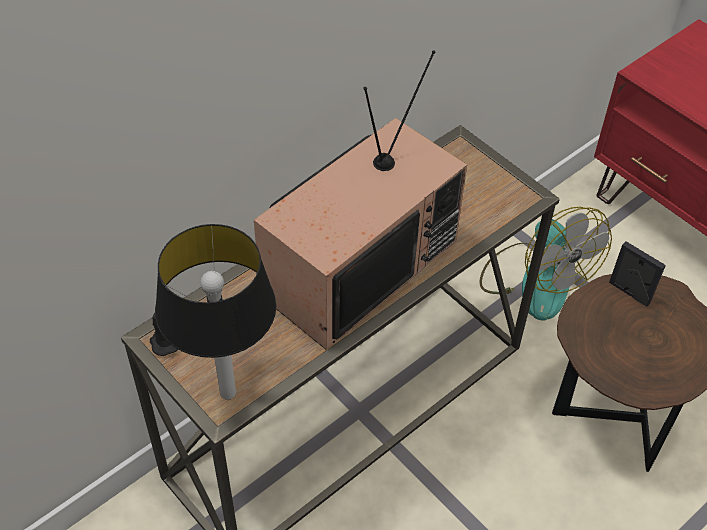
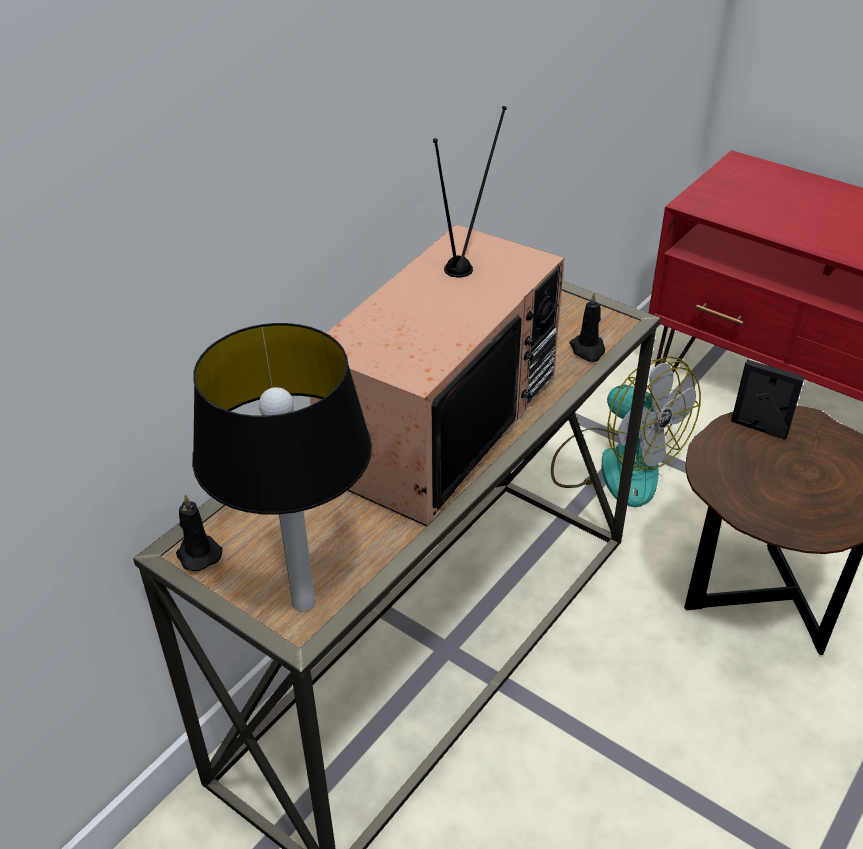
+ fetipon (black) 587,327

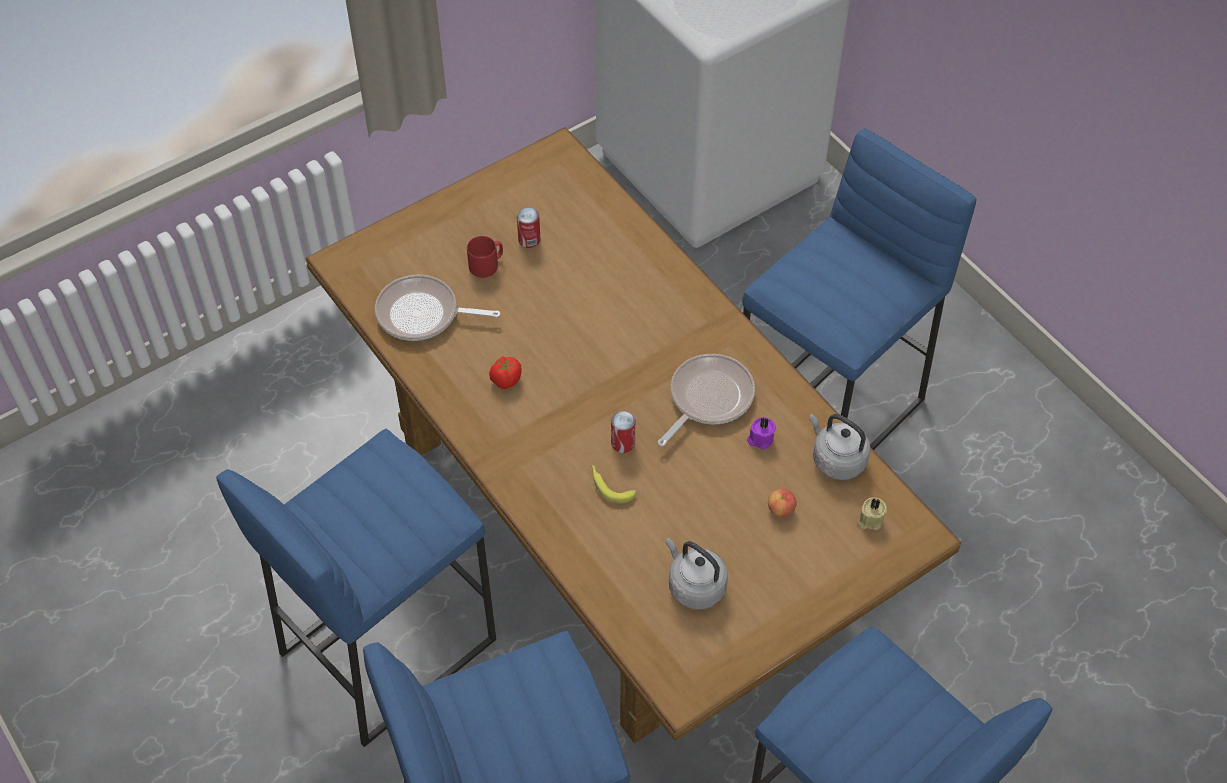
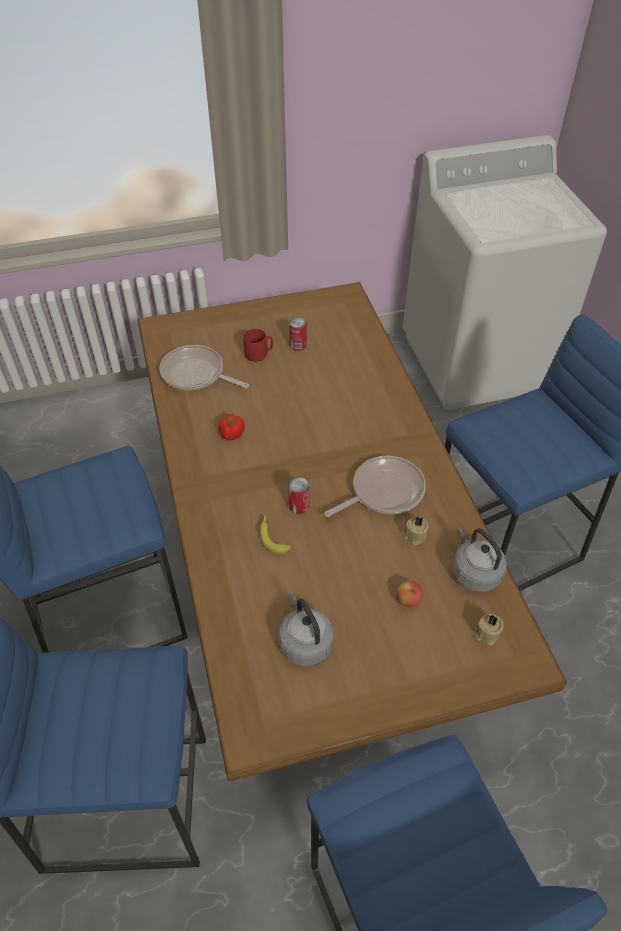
~ fetipon (purple) 761,433 to fetipon (beige) 416,530

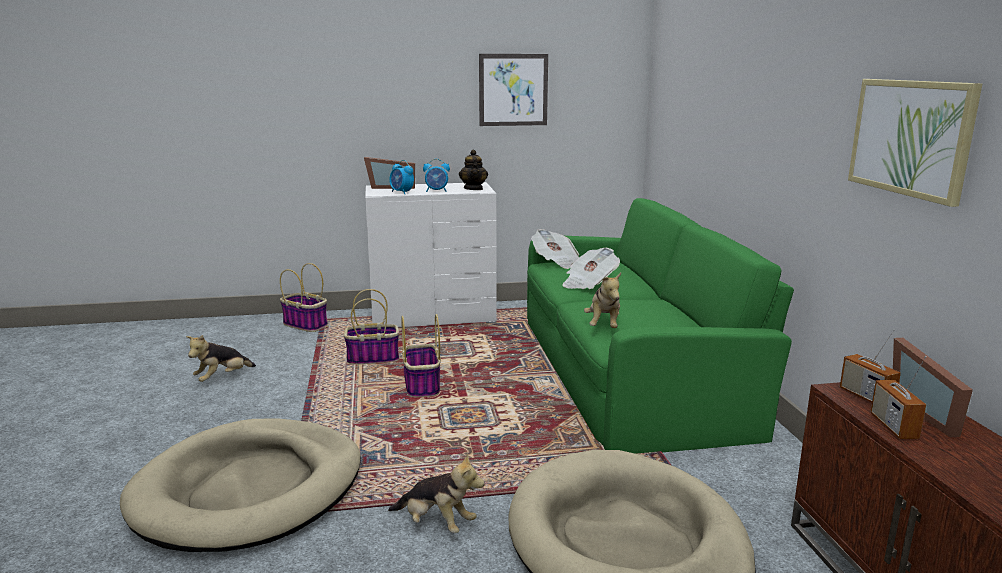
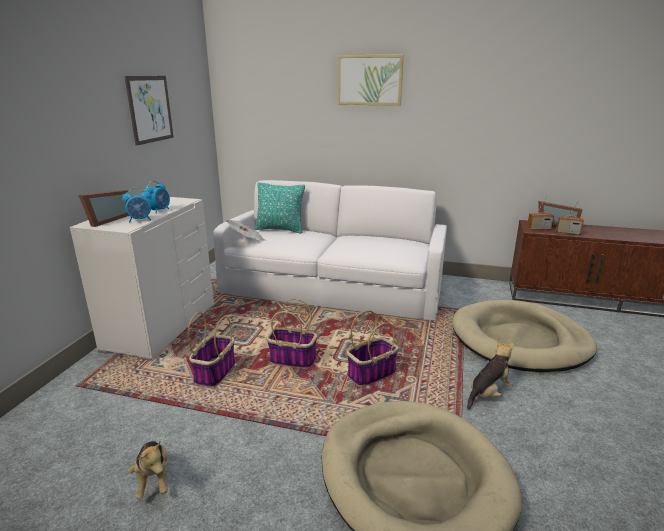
~ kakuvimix 304,297 to 373,348
- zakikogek 473,170
~ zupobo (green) 660,326 to zupobo (white) 330,250
- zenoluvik 591,268
- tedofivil 602,300
~ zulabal 915,143 to 370,80
+ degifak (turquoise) 279,208

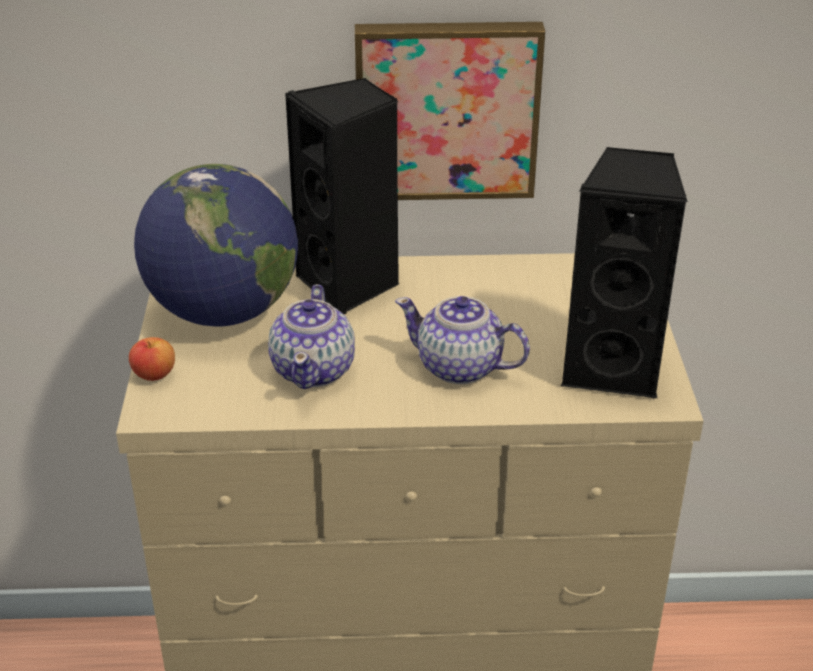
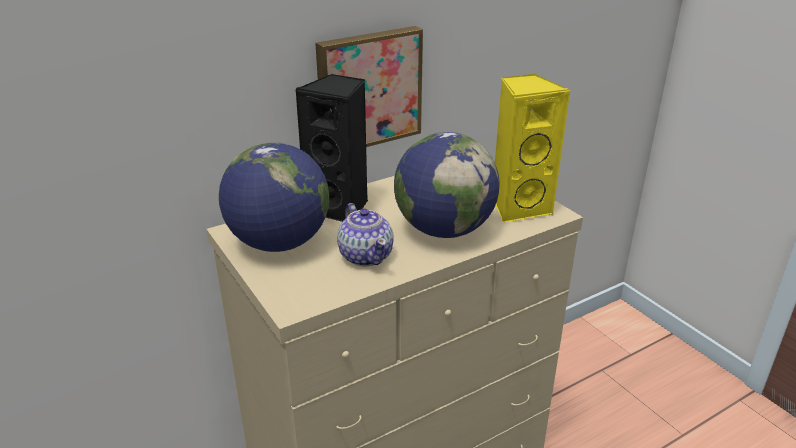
- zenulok 152,359
~ zakikogek 462,340 to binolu 447,185
~ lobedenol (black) 624,272 to lobedenol (yellow) 532,148

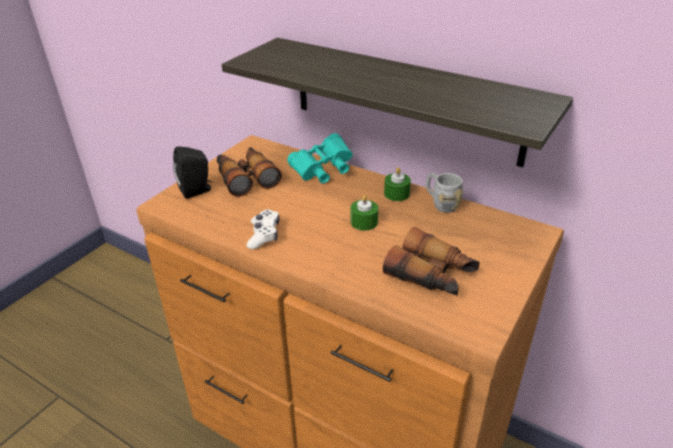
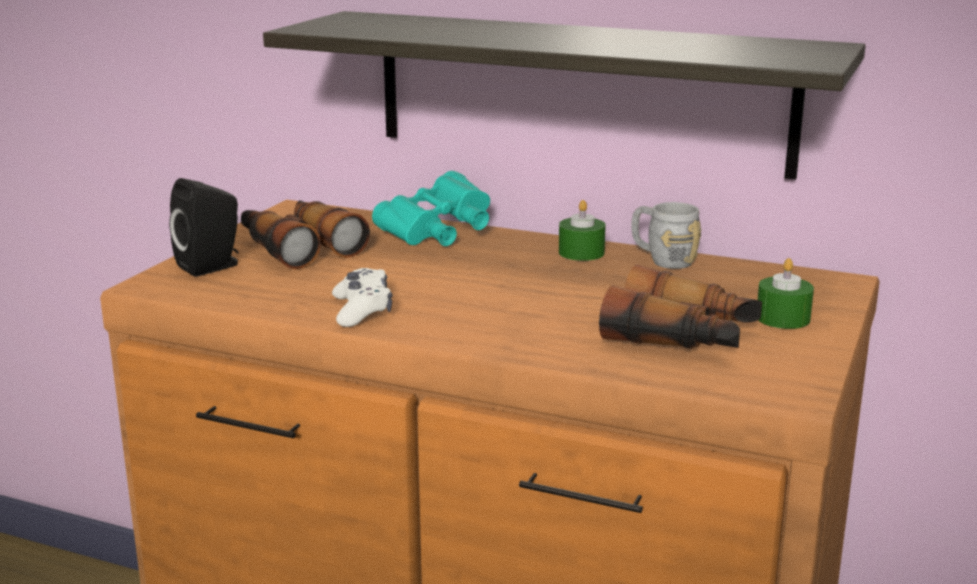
~ fetipon (green) 364,213 to 786,293

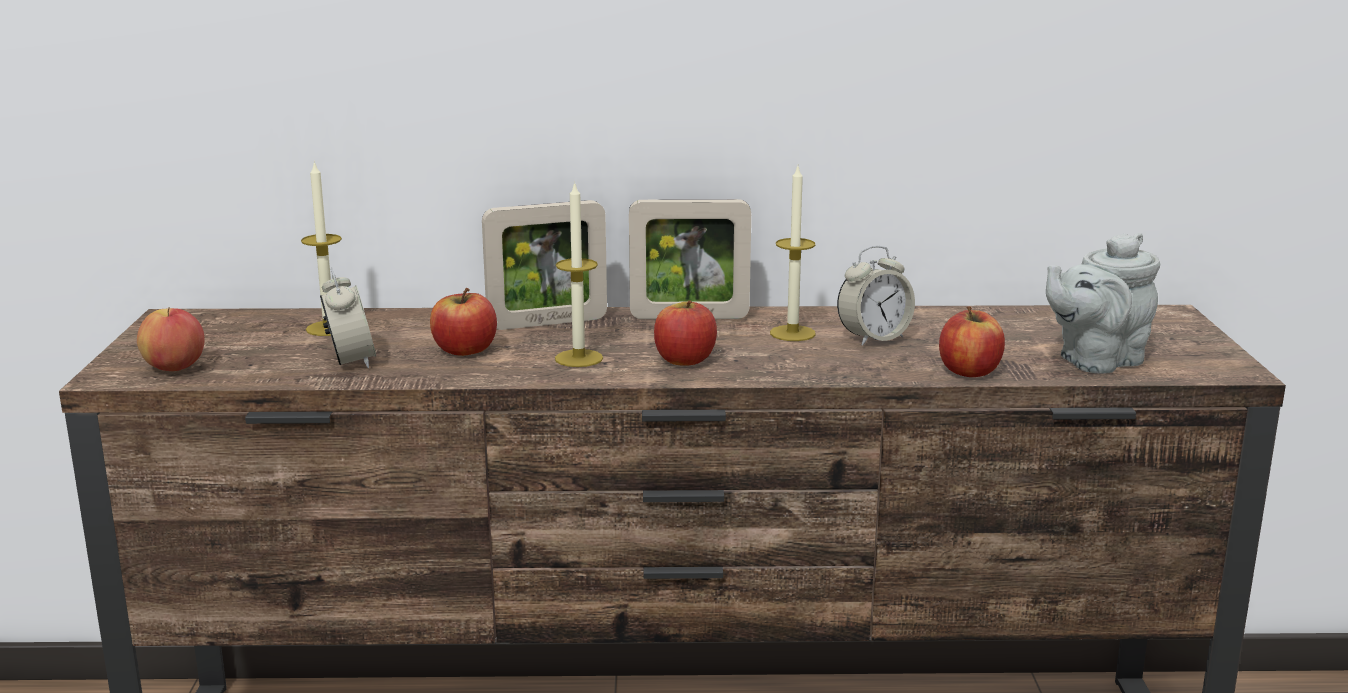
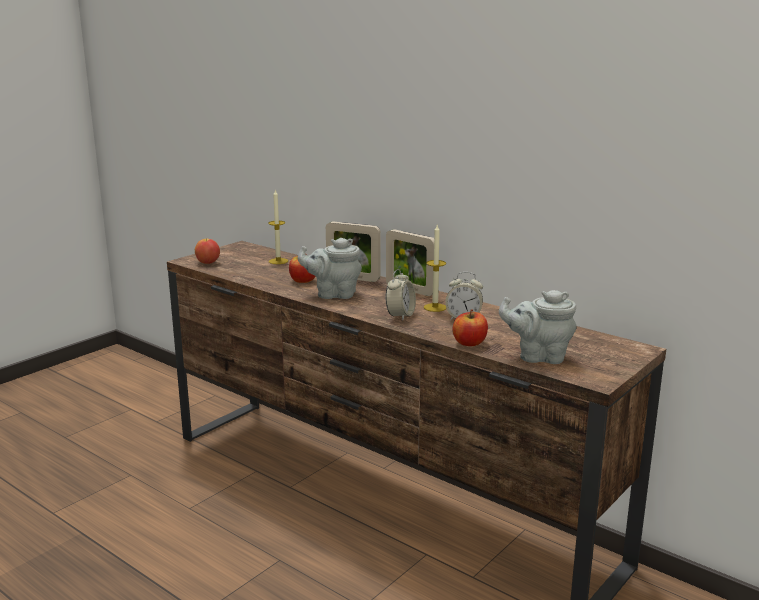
~ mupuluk 348,317 to 401,295
~ fetipon 579,274 to zakikogek (grey) 330,268
- zenulok 685,333

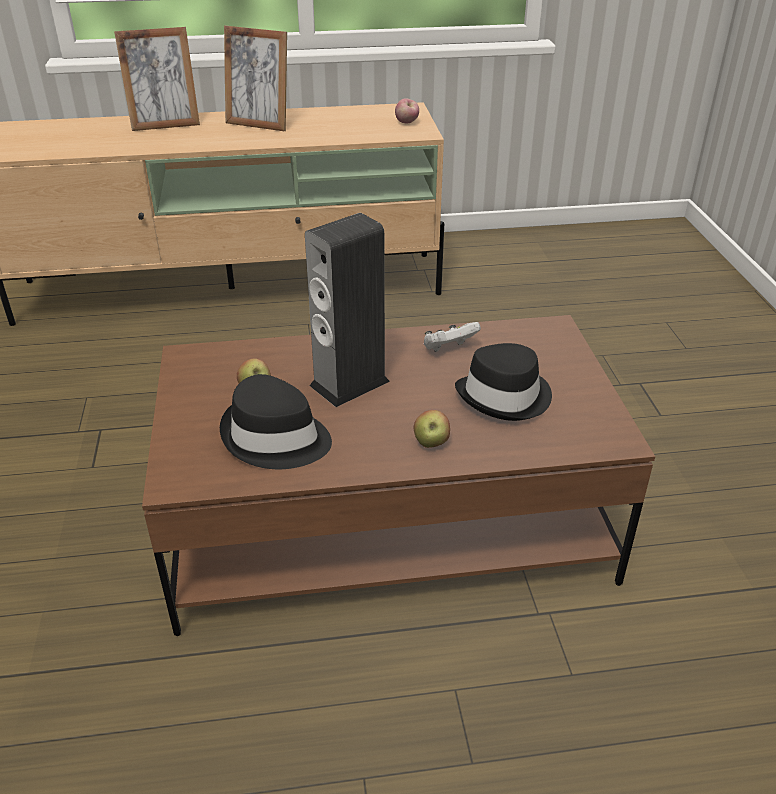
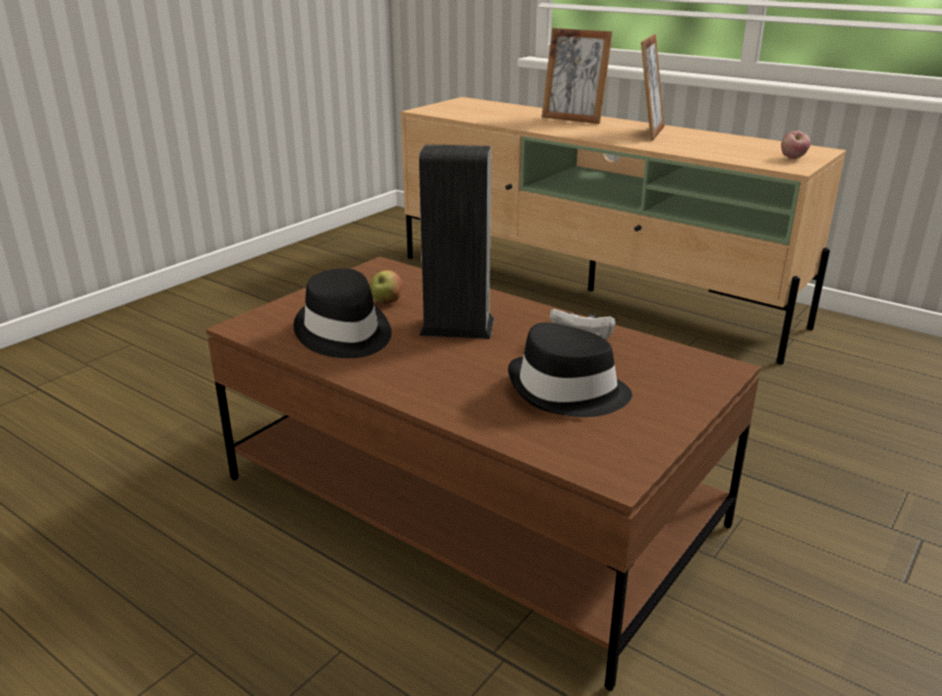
~ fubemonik 255,78 = 653,87 135 degrees counterclockwise
- zenulok 432,429

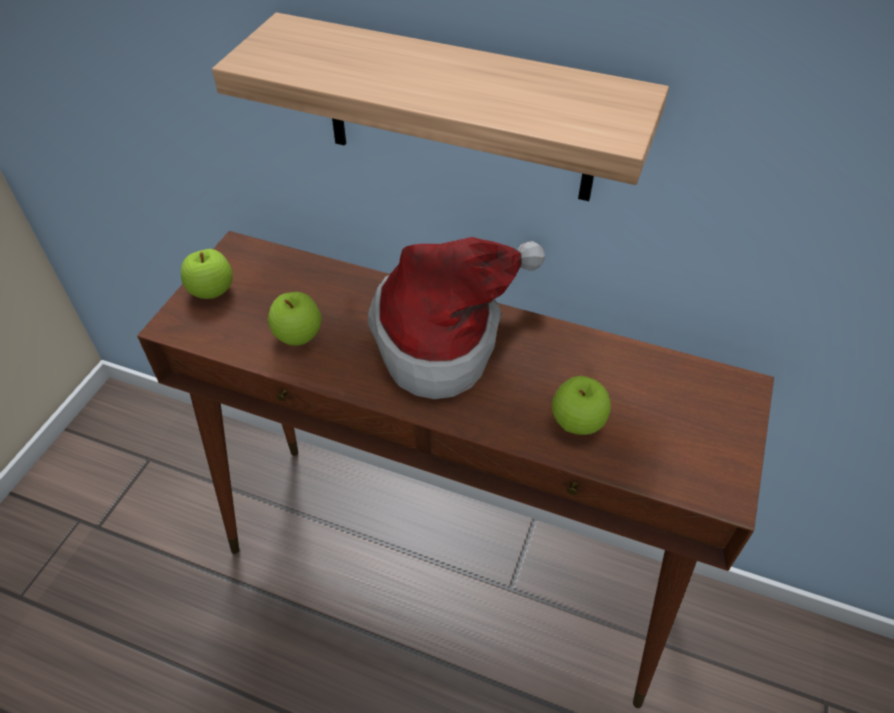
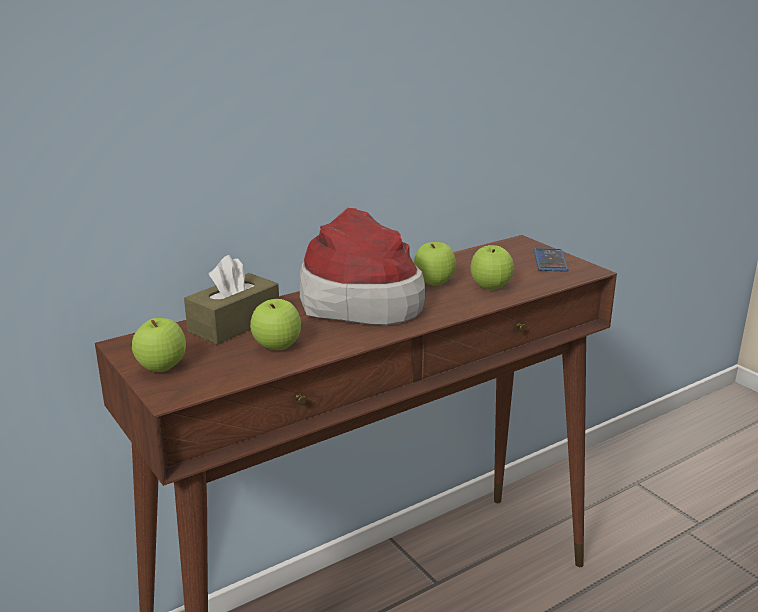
- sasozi 440,106
+ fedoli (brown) 231,299
+ zenulok 435,263
+ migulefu 551,260

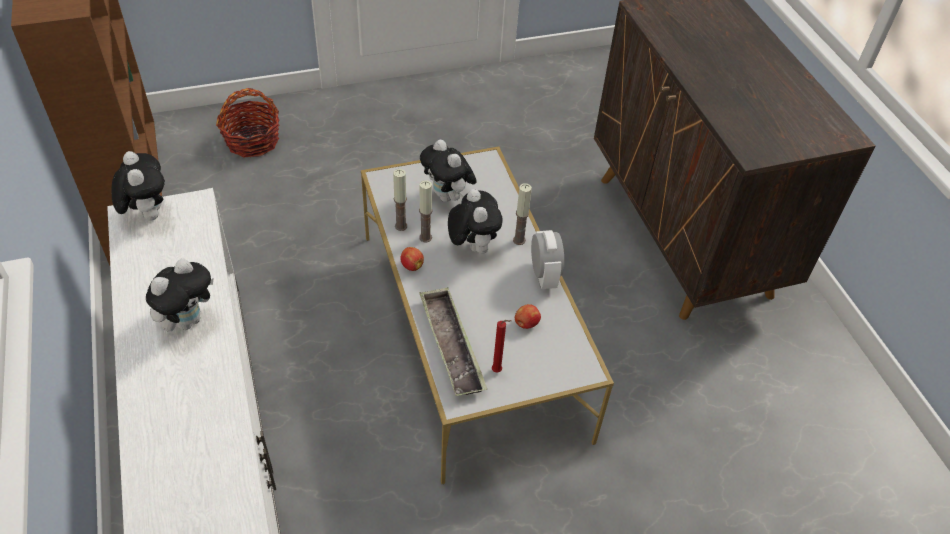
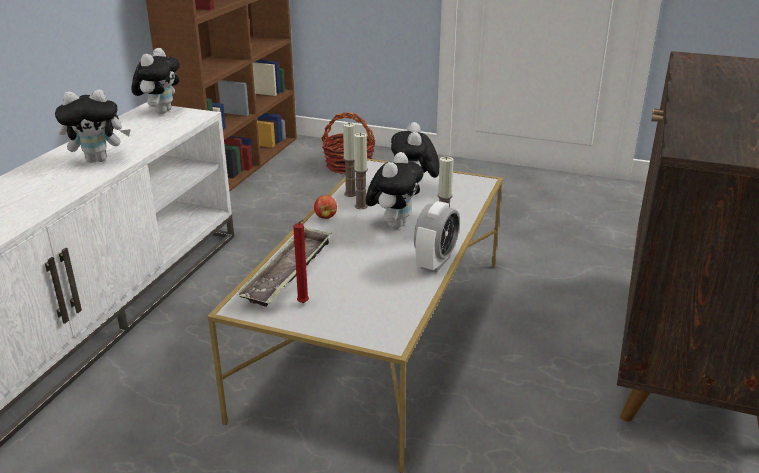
- zenulok 528,316

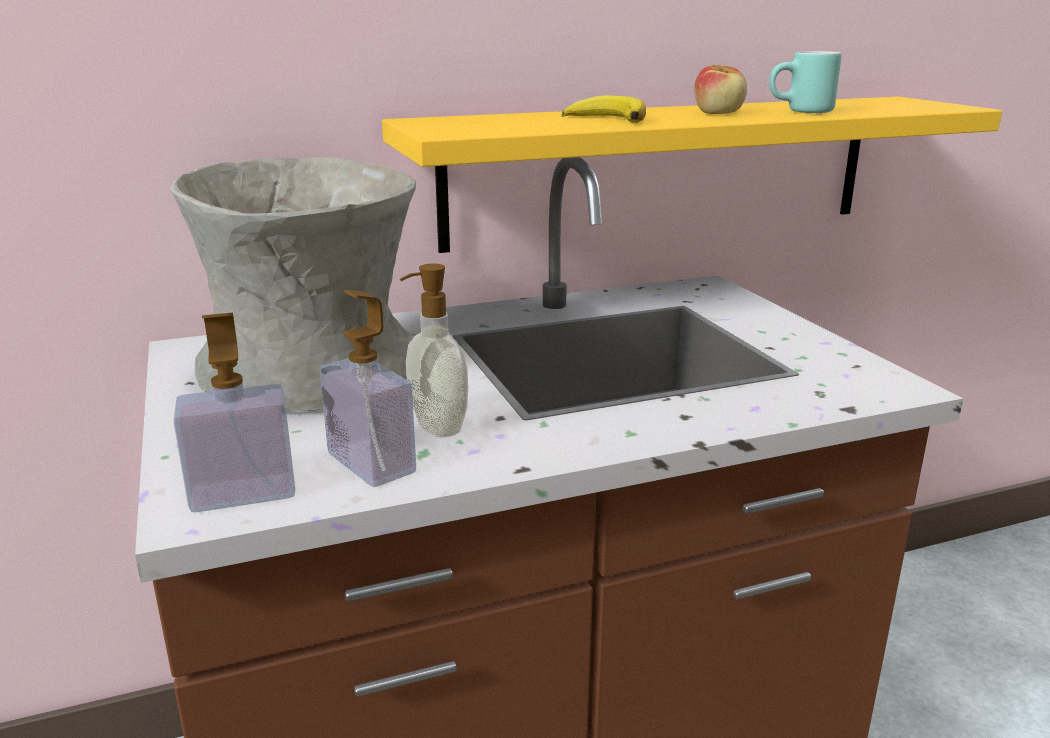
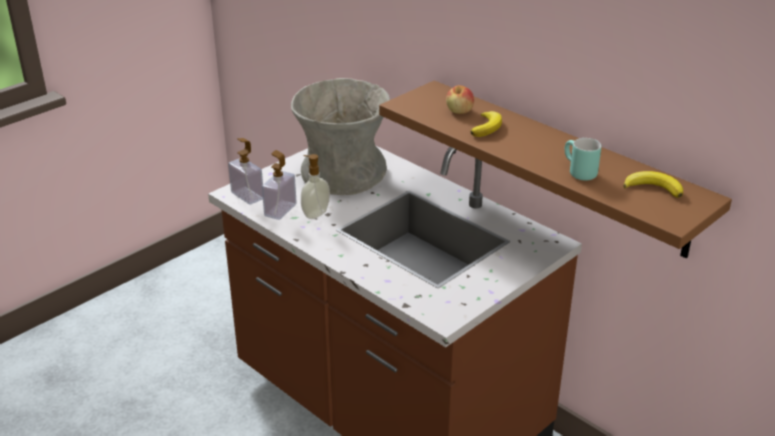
~ sasozi (yellow) 692,175 to sasozi (brown) 555,169
~ zenulok 720,89 to 460,99
+ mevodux 653,184

